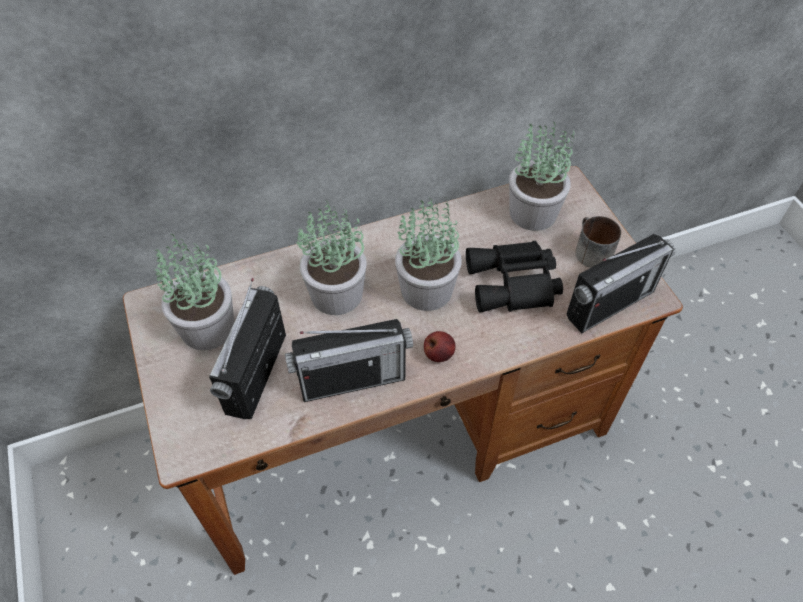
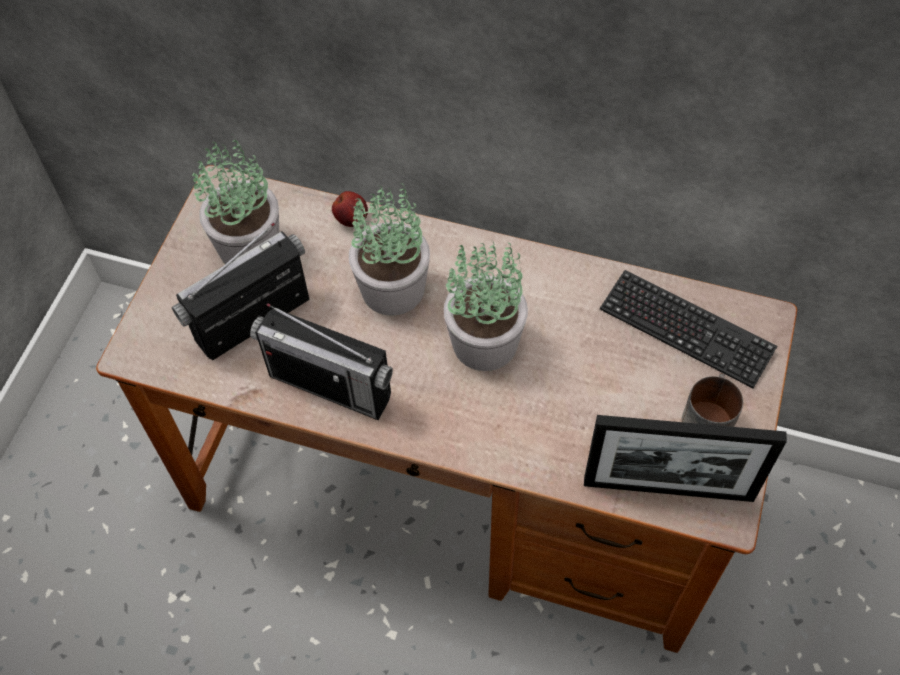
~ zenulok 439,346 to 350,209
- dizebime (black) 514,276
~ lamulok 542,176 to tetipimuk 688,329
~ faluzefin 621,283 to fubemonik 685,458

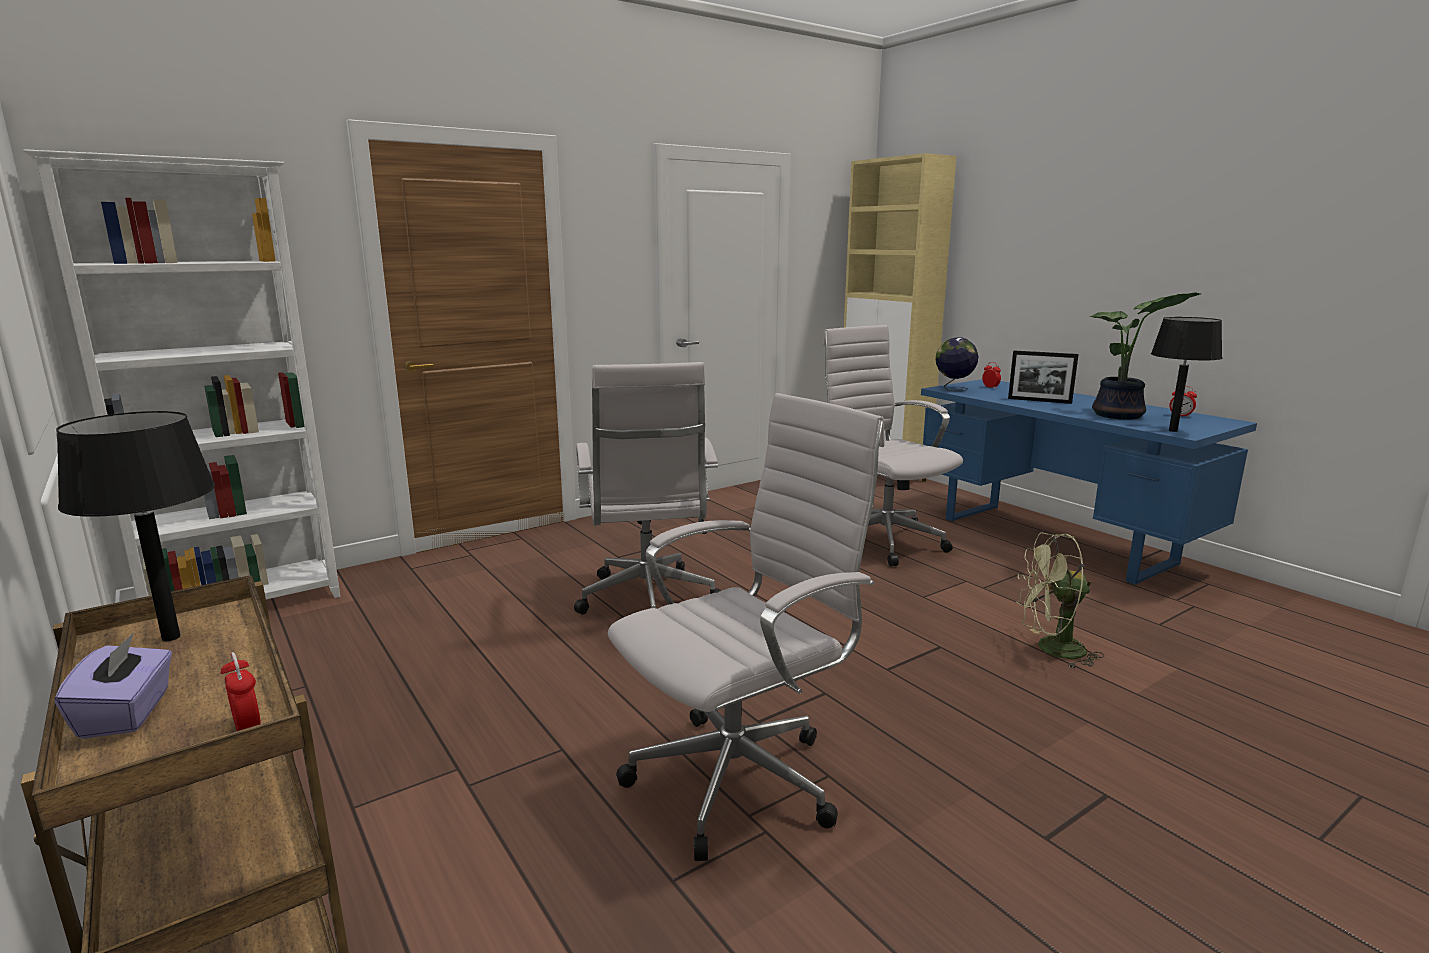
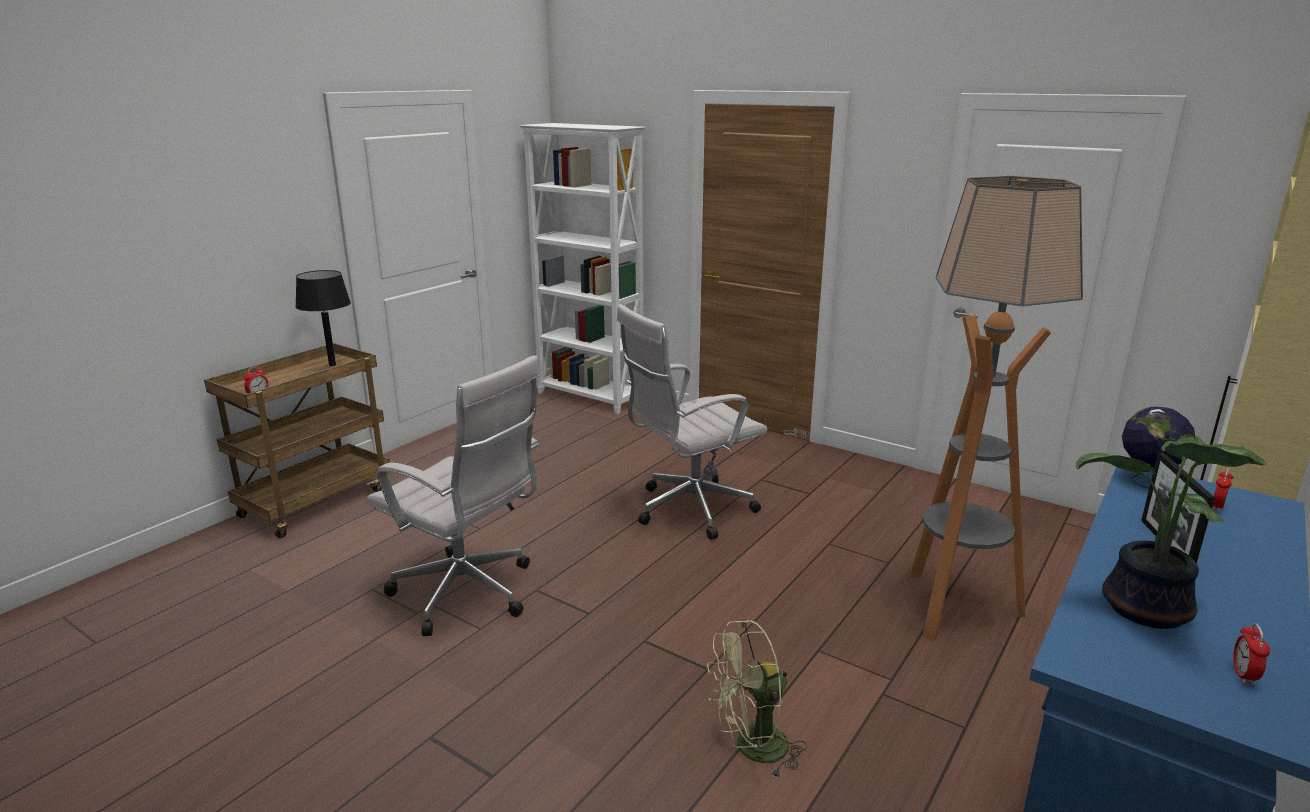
- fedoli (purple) 113,685
~ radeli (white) 893,445 to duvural 996,408
~ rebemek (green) 1060,600 = 757,699 90 degrees counterclockwise
- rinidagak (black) 1187,374

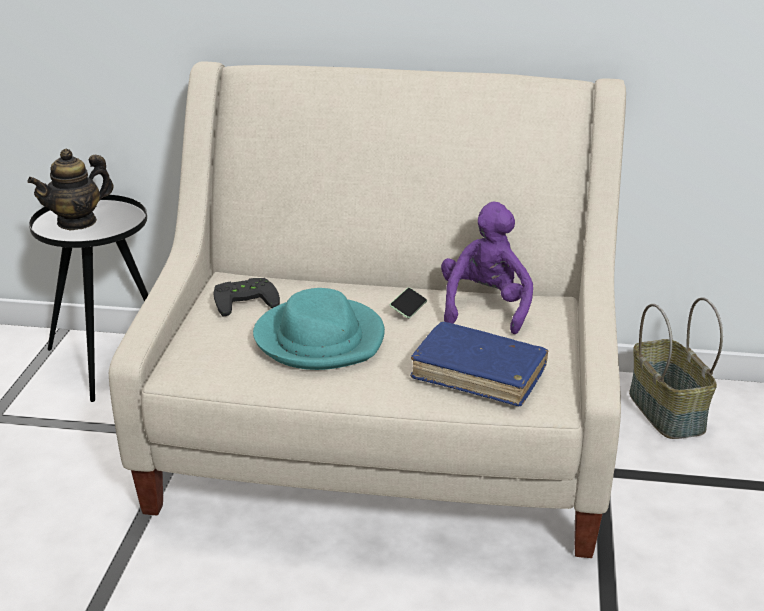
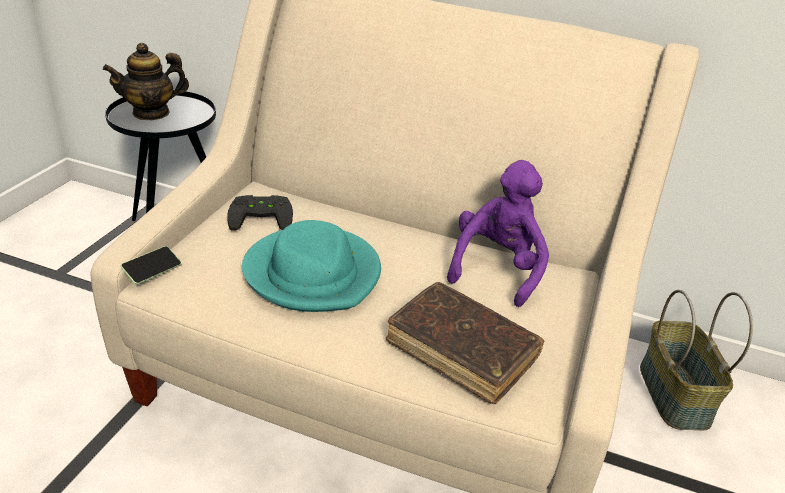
~ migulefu 408,302 to 151,265
~ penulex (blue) 479,364 to penulex (brown) 465,343

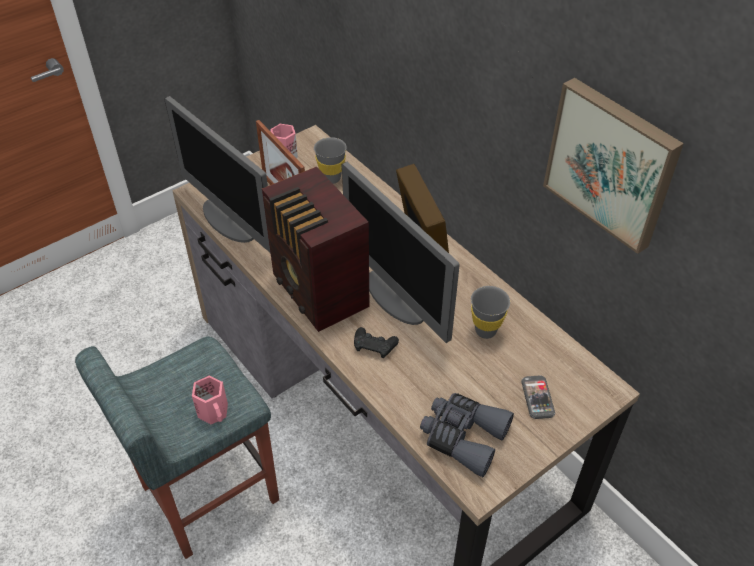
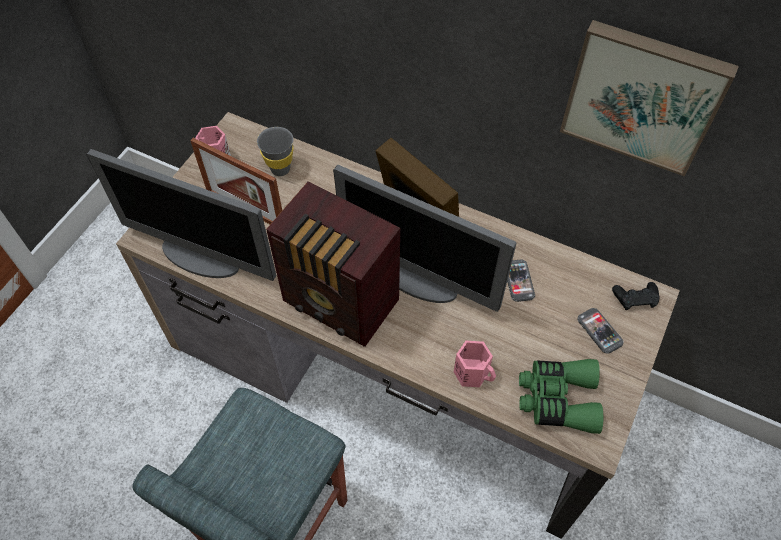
~ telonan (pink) 210,399 to 475,364
~ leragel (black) 376,342 to 636,296
~ dizebime (grey) 467,435 to dizebime (green) 561,396
~ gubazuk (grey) 490,312 to migulefu 521,280

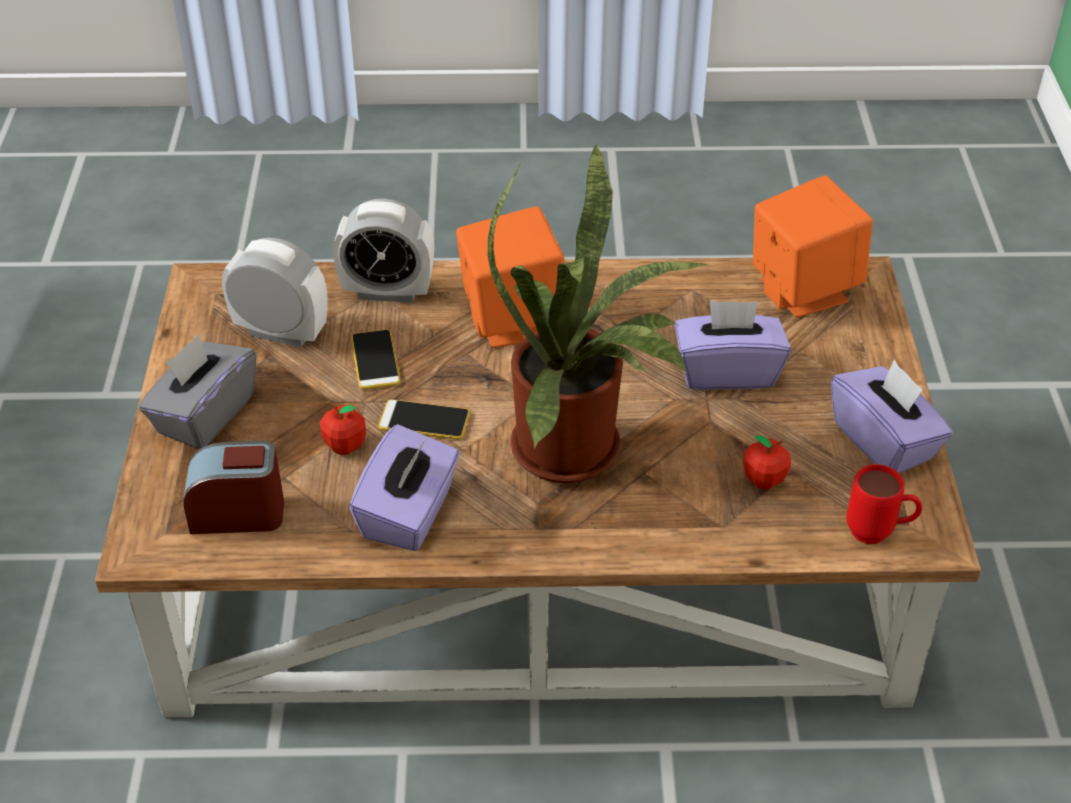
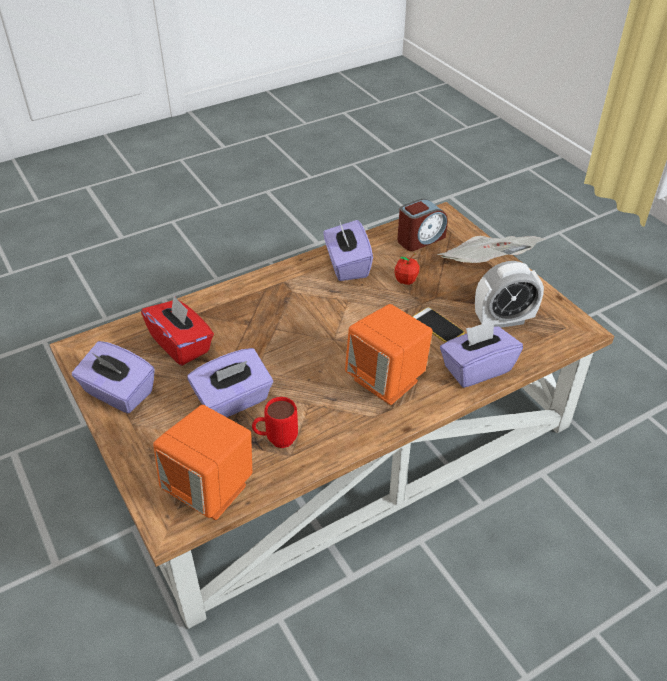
~ fedoli (grey) 198,391 to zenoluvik 491,249
~ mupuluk 383,251 to fedoli (purple) 481,354
- migulefu 424,420
- lamulok 598,314
~ zenulok 767,462 to fedoli (red) 177,330
~ telonan (red) 884,504 to 275,422

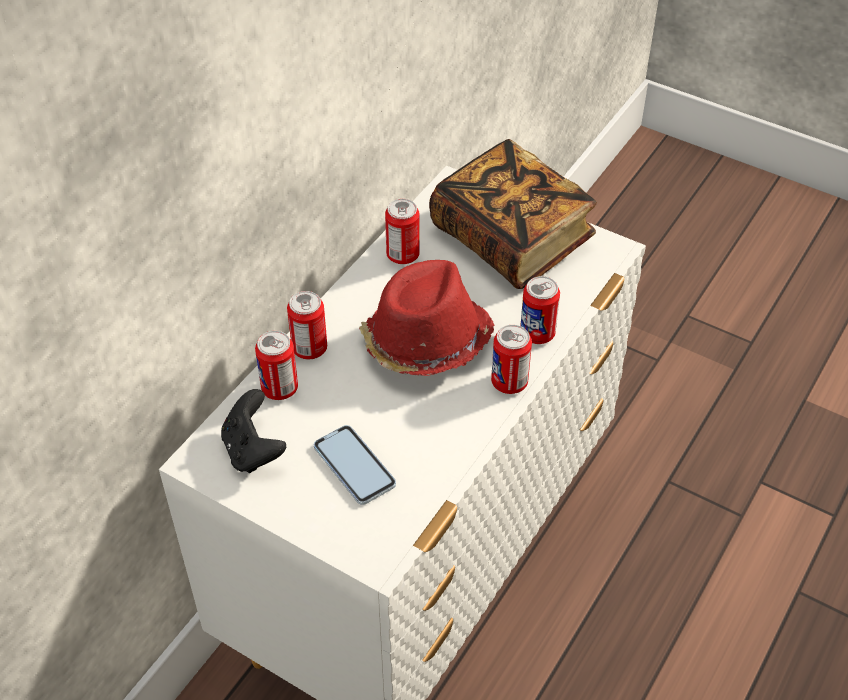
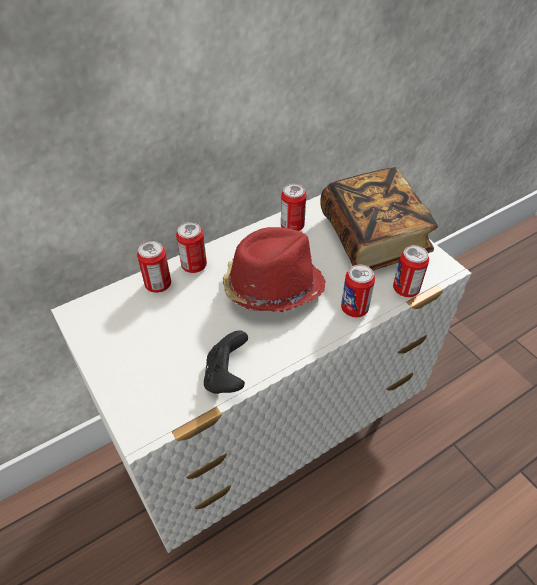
~ leragel (black) 253,431 to 226,362
- migulefu 355,465
~ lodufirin 511,359 to 411,271

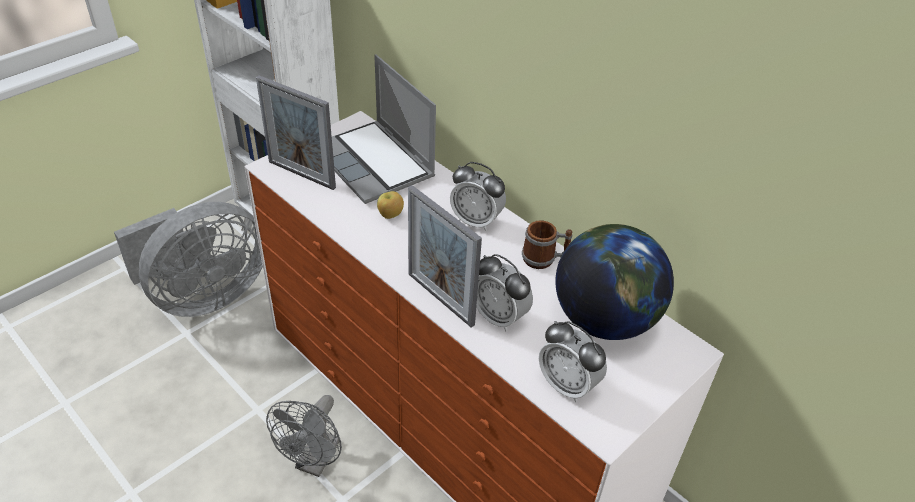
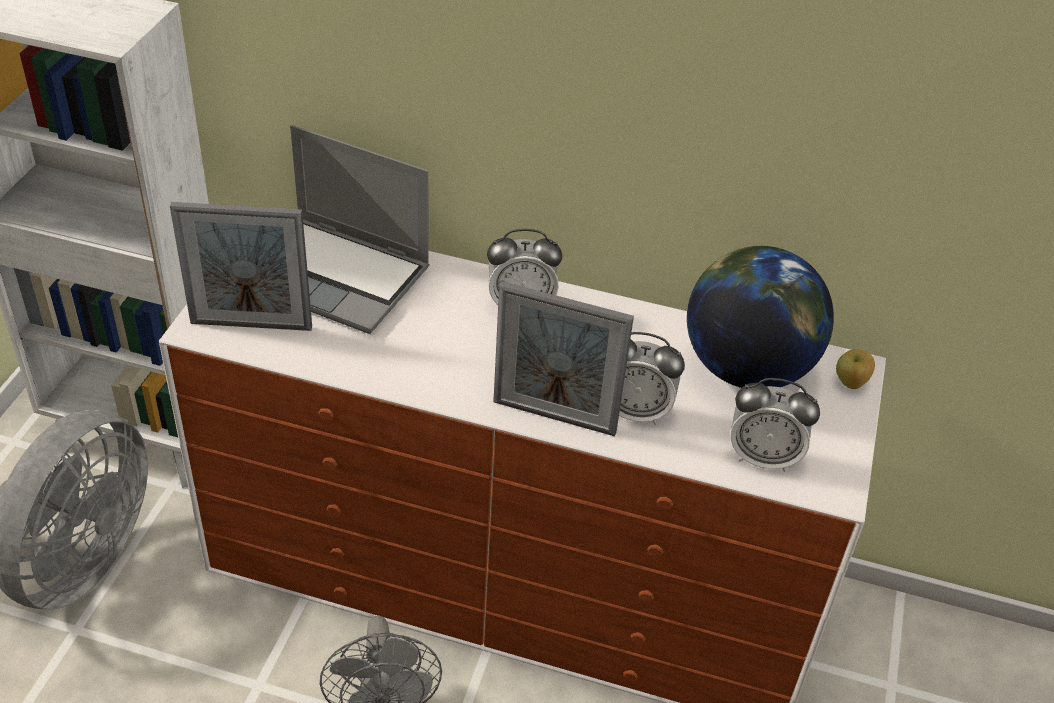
~ zenulok 390,205 to 855,369
- telonan 547,244

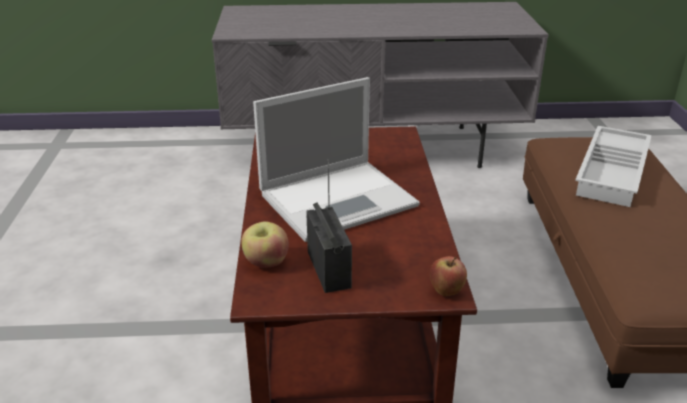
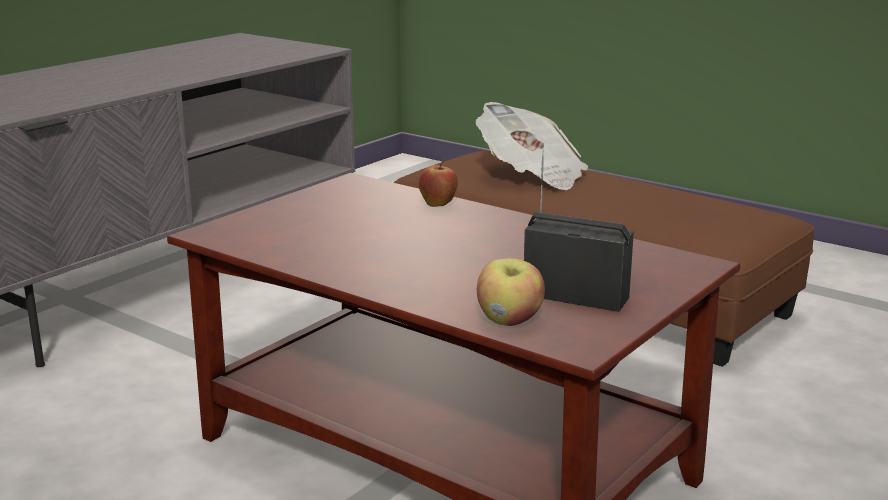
- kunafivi 336,159
~ zenulok 448,276 to 438,183
~ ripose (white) 613,166 to zenoluvik 532,146

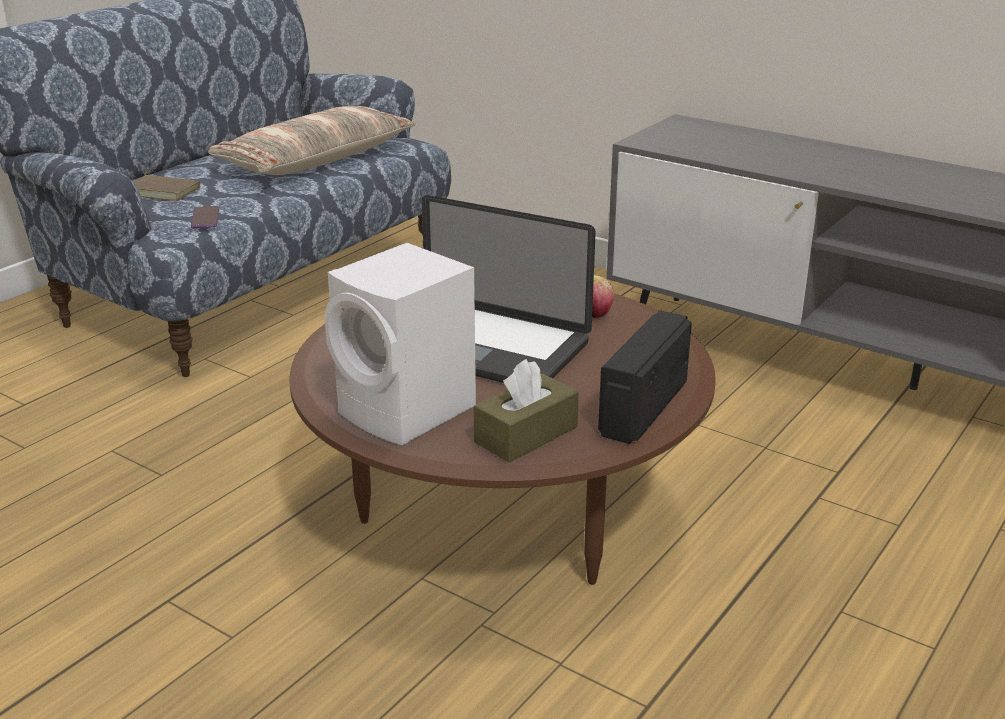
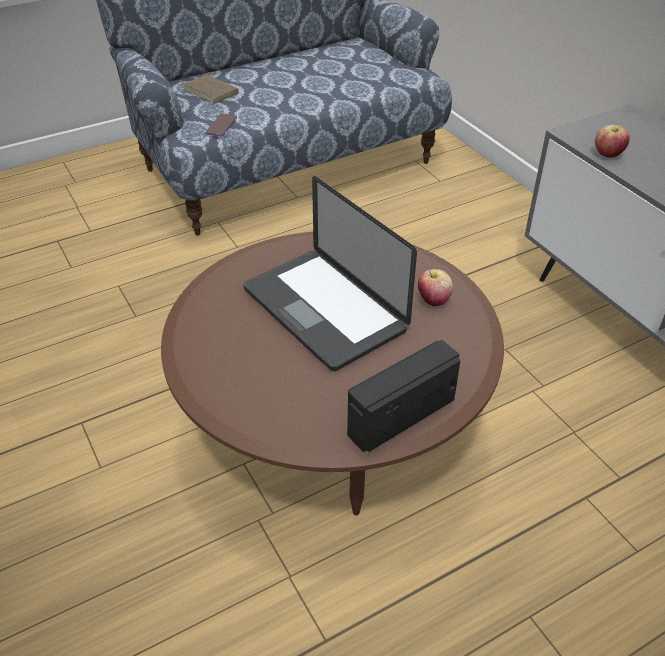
- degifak 312,140
- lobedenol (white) 400,344
- fedoli (brown) 526,411
+ zenulok 612,141

